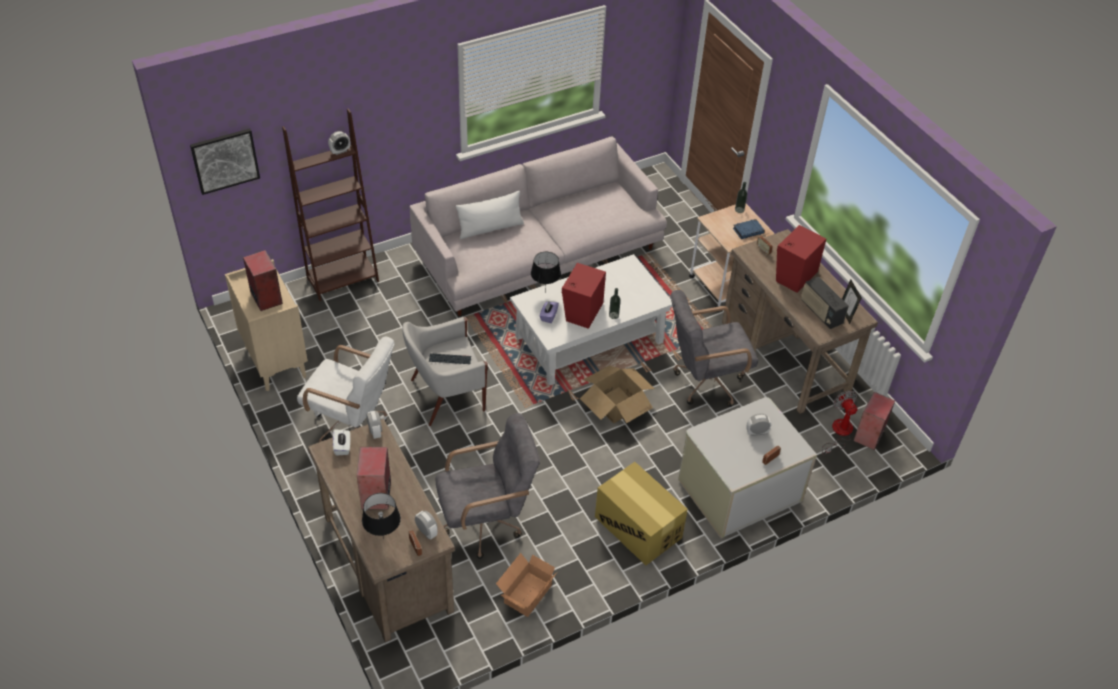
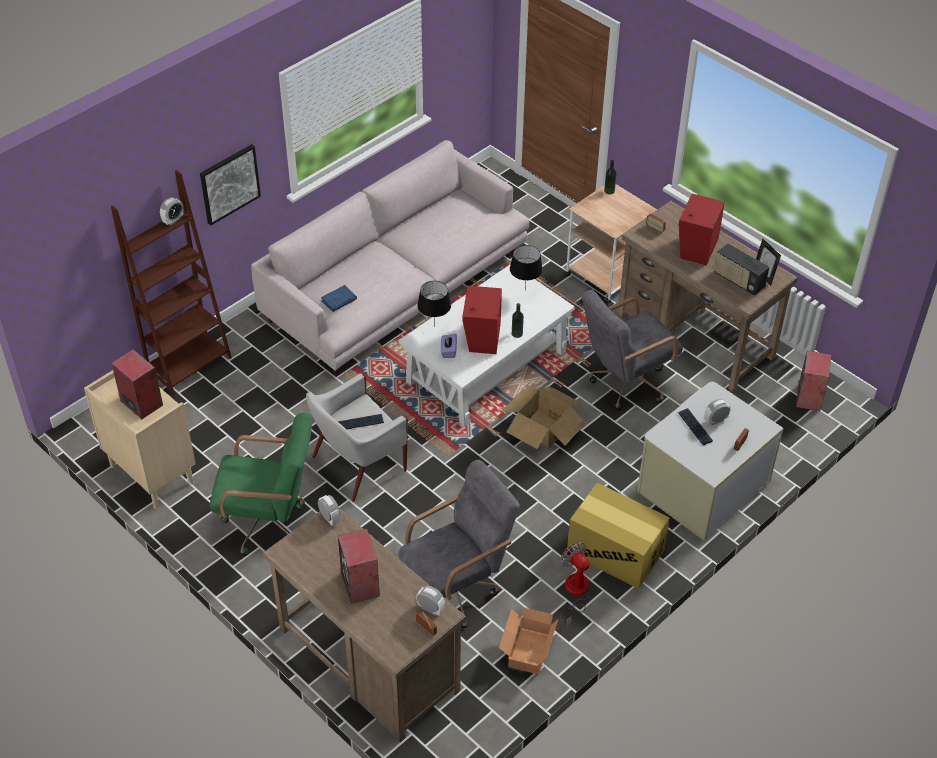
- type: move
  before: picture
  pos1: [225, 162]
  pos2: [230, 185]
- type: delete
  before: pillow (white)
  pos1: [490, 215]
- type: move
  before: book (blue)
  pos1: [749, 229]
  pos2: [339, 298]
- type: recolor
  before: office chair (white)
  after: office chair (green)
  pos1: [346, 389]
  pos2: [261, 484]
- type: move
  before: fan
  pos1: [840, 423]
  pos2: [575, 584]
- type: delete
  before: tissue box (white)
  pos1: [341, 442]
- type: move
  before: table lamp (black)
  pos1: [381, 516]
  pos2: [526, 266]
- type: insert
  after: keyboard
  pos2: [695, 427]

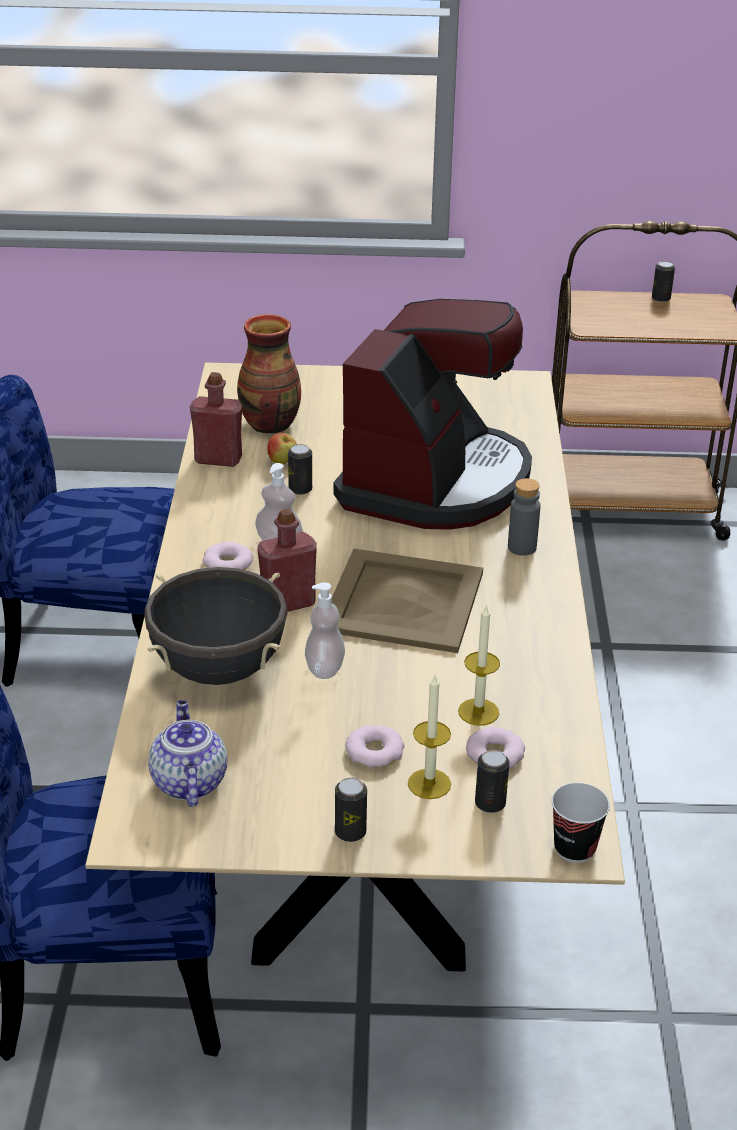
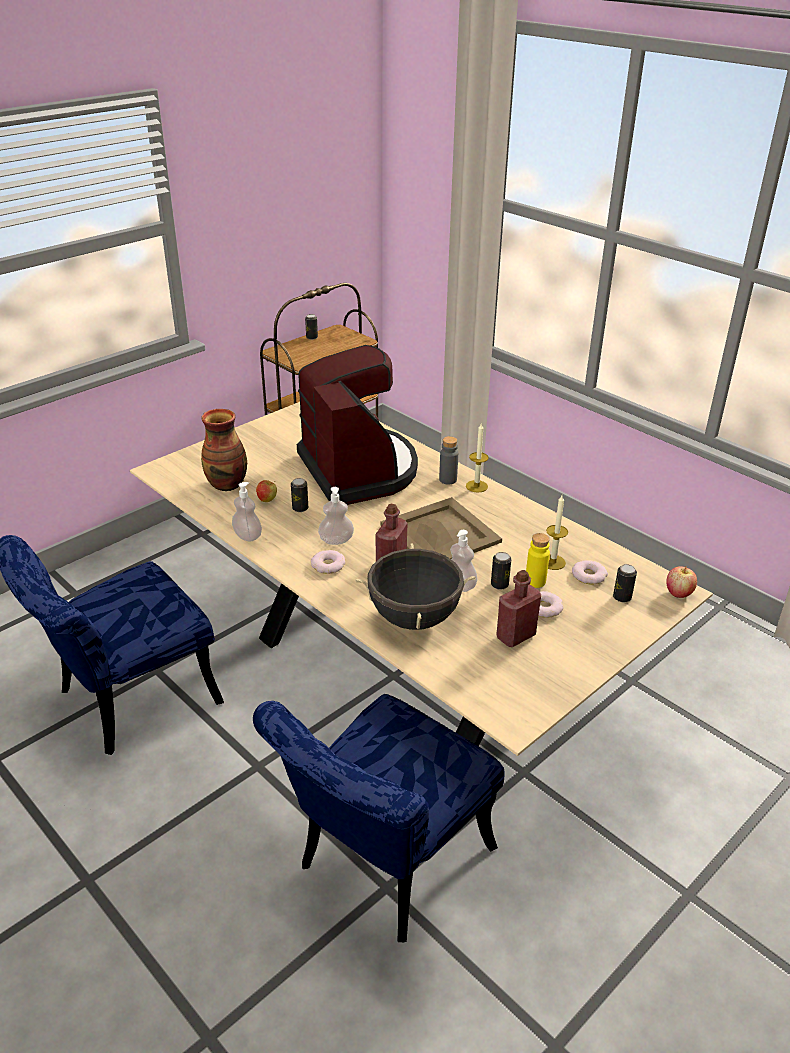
- type: move
  before: bottle (red)
  pos1: [216, 419]
  pos2: [519, 608]
- type: move
  before: candle
  pos1: [429, 737]
  pos2: [477, 458]
- type: delete
  before: teapot
  pos1: [188, 753]
- type: move
  before: can
  pos1: [351, 810]
  pos2: [501, 571]
- type: replace
  before: cup
  after: apple
  pos1: [581, 823]
  pos2: [681, 582]
- type: insert
  after: soap dispenser
  pos2: [247, 511]
- type: insert
  after: bottle (yellow)
  pos2: [538, 560]

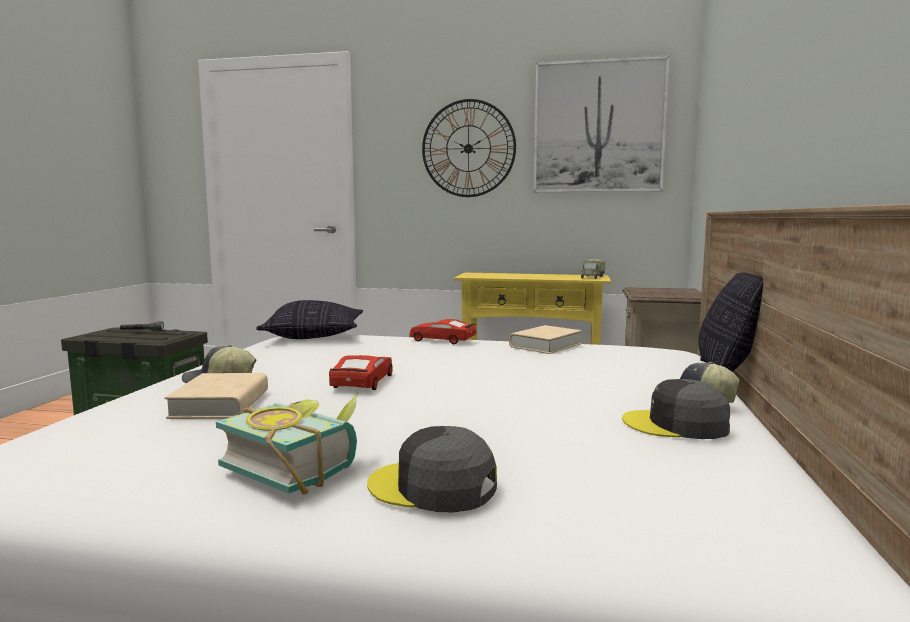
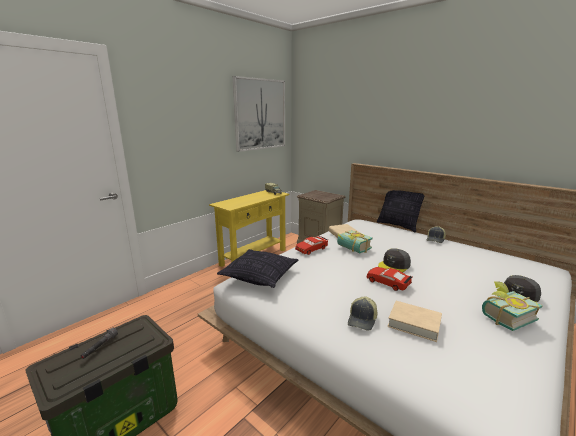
- type: delete
  before: wall clock
  pos1: [469, 148]
- type: move
  before: cap (grey)
  pos1: [676, 409]
  pos2: [394, 260]
- type: insert
  after: book
  pos2: [355, 241]

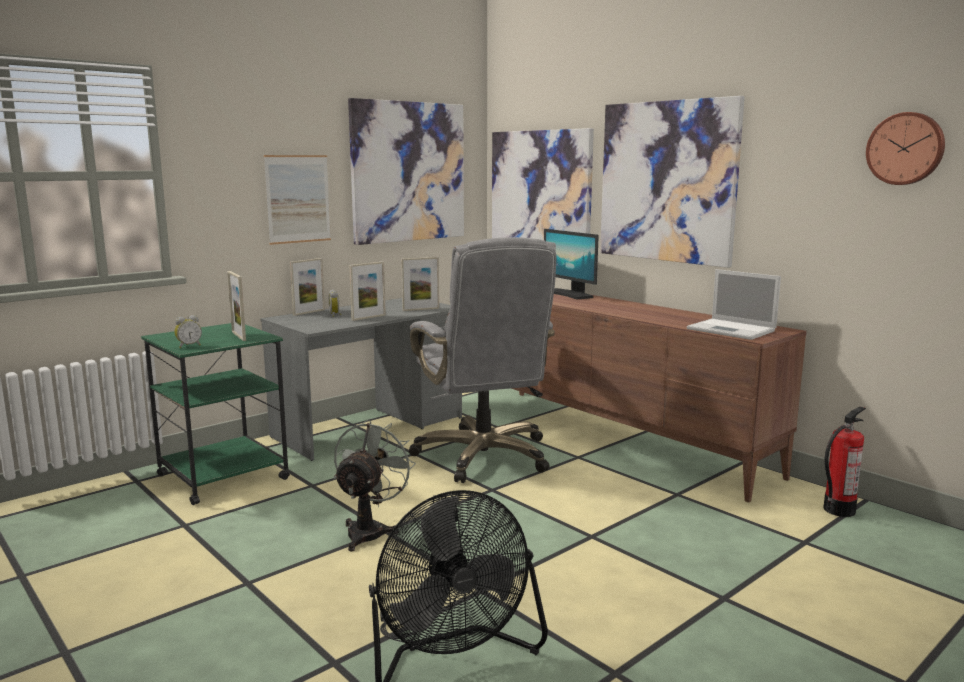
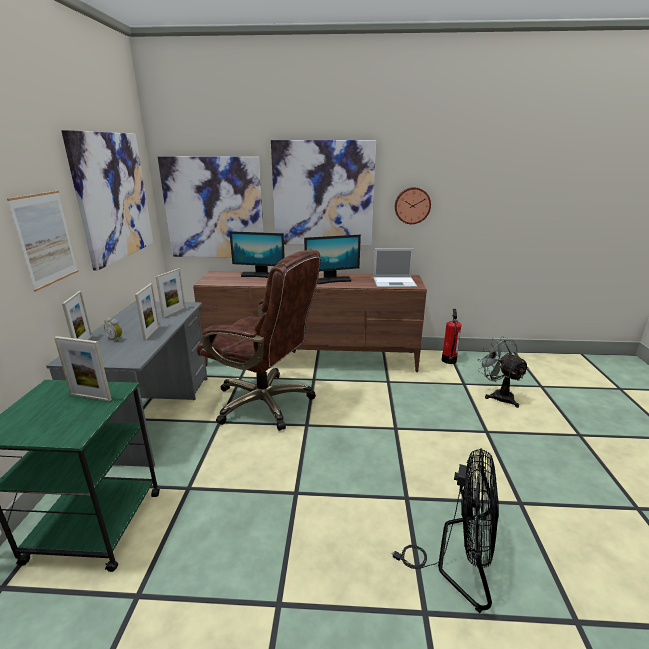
- type: move
  before: wall clock
  pos1: [905, 148]
  pos2: [413, 205]
- type: recolor
  before: office chair (grey)
  after: office chair (brown)
  pos1: [482, 360]
  pos2: [259, 340]
- type: delete
  before: alarm clock
  pos1: [188, 331]
- type: move
  before: fan (grey)
  pos1: [375, 485]
  pos2: [503, 372]
- type: insert
  after: monitor
  pos2: [332, 260]

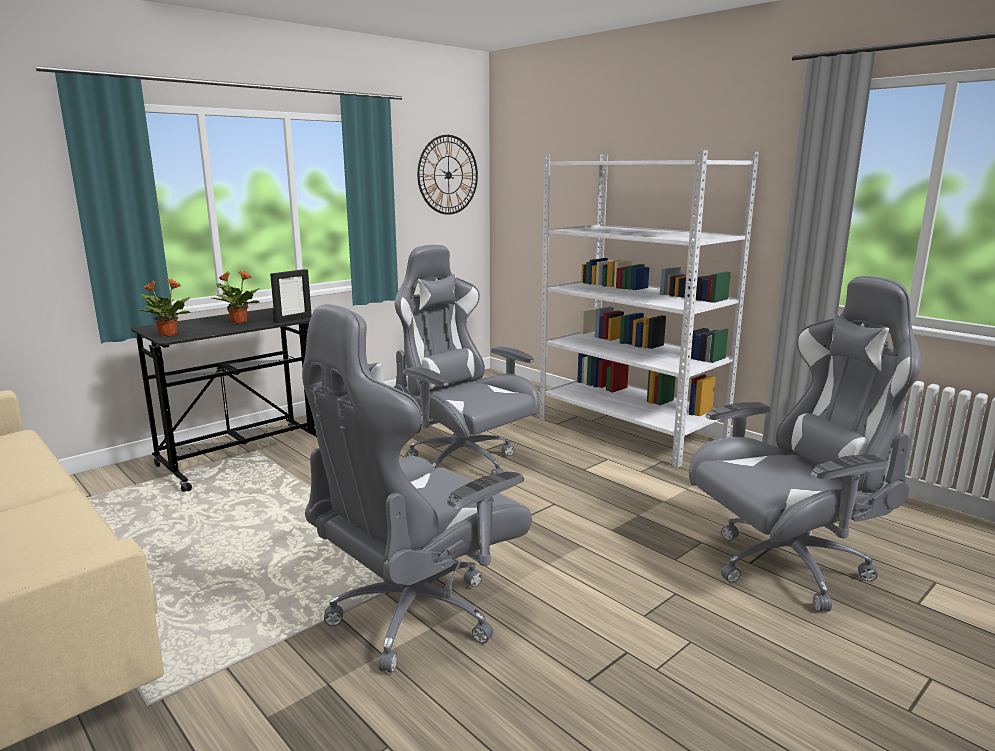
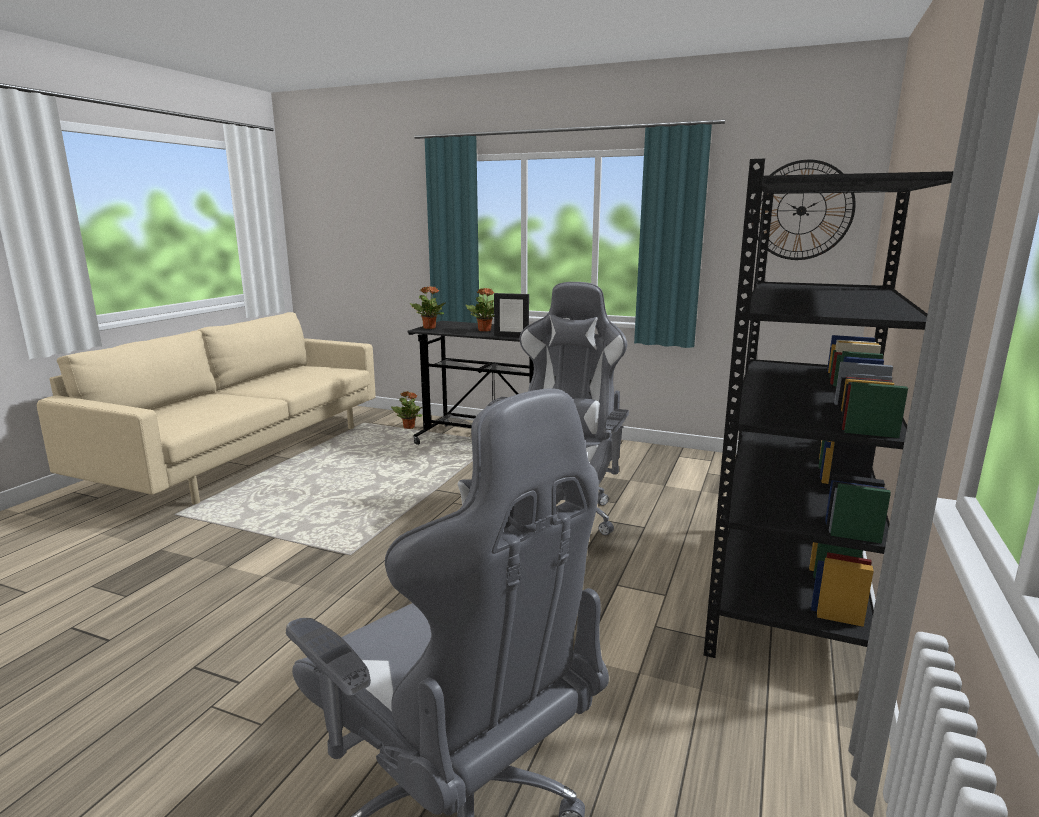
- type: recolor
  before: bookcase (white)
  after: bookcase (black)
  pos1: [649, 309]
  pos2: [828, 408]
- type: delete
  before: office chair (grey)
  pos1: [417, 488]
- type: insert
  after: potted plant
  pos2: [406, 410]

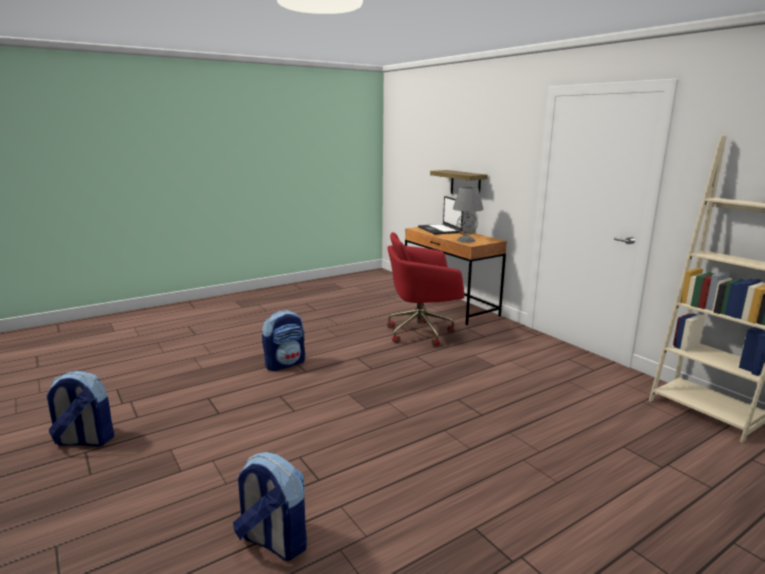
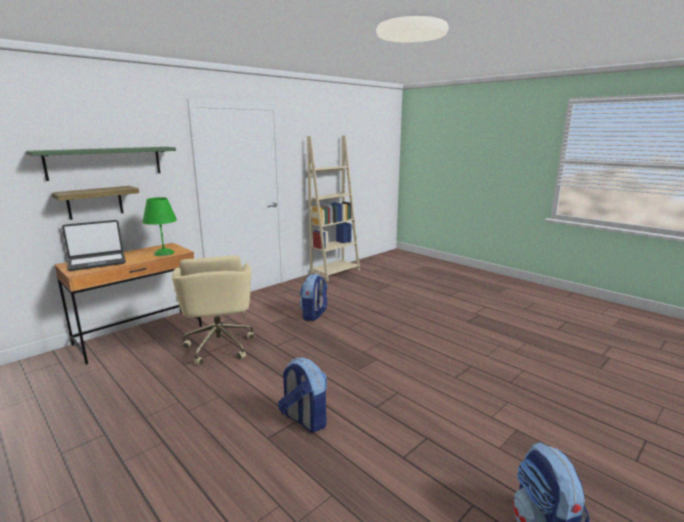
- type: recolor
  before: table lamp (grey)
  after: table lamp (green)
  pos1: [468, 215]
  pos2: [159, 226]
- type: recolor
  before: office chair (red)
  after: office chair (beige)
  pos1: [426, 289]
  pos2: [213, 310]
- type: move
  before: backpack
  pos1: [270, 506]
  pos2: [314, 297]
- type: insert
  after: shelf (green)
  pos2: [101, 164]

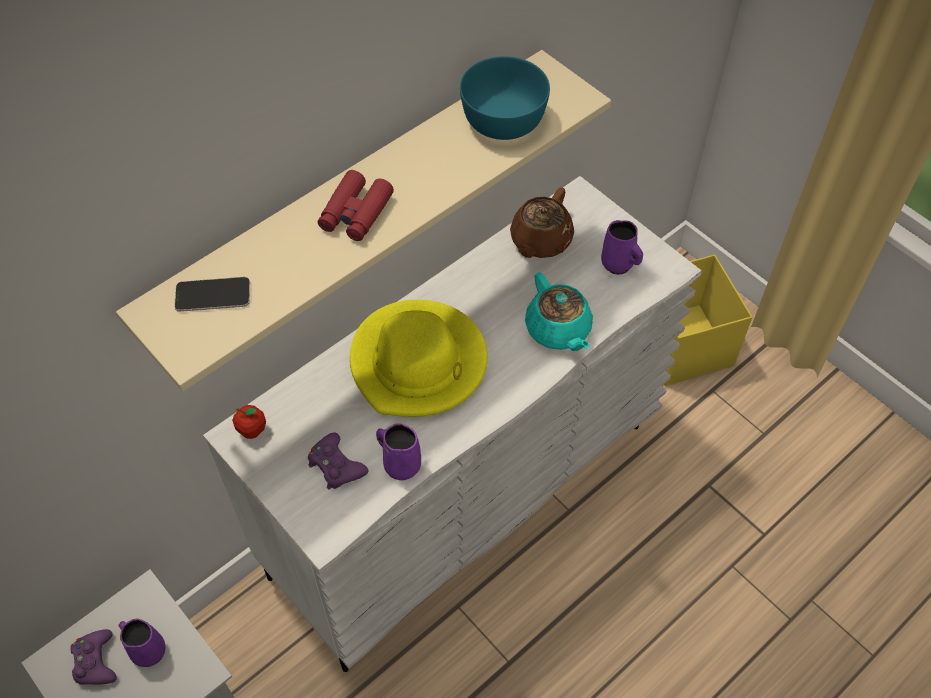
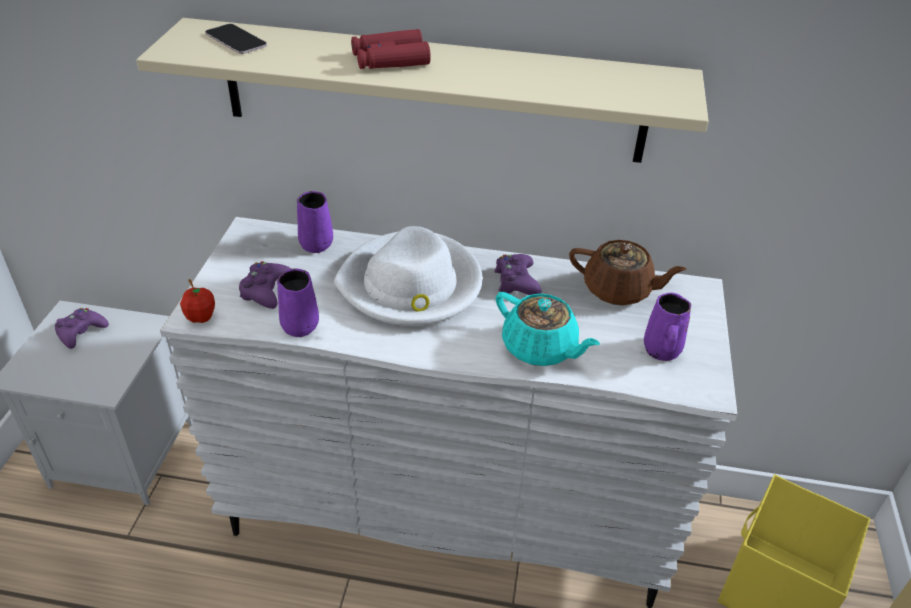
- type: delete
  before: bowl (turquoise)
  pos1: [505, 98]
- type: rotate
  before: teapot (brown)
  pos1: [542, 222]
  pos2: [628, 272]
  turn: -150
- type: rotate
  before: teapot (turquoise)
  pos1: [559, 311]
  pos2: [548, 329]
  turn: -75
- type: recolor
  before: hat (yellow)
  after: hat (white)
  pos1: [419, 358]
  pos2: [408, 276]
- type: move
  before: apple
  pos1: [249, 422]
  pos2: [197, 301]
- type: move
  before: mug (purple)
  pos1: [142, 642]
  pos2: [315, 222]
- type: insert
  after: game controller (purple)
  pos2: [518, 274]

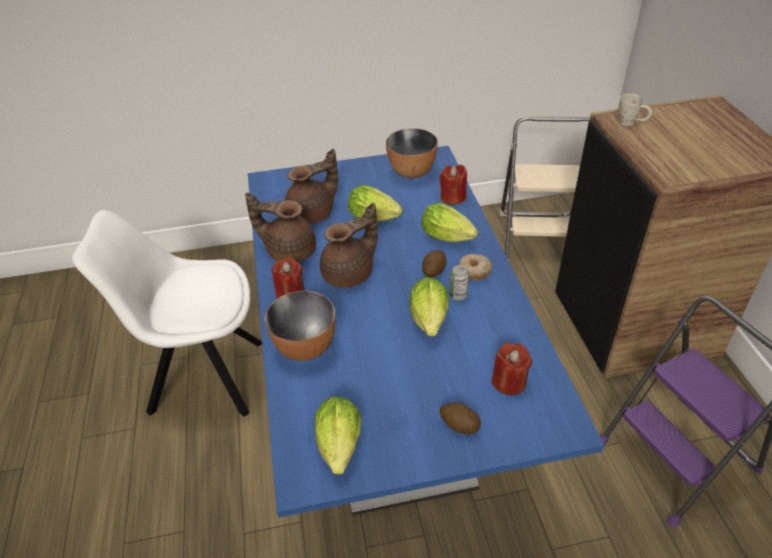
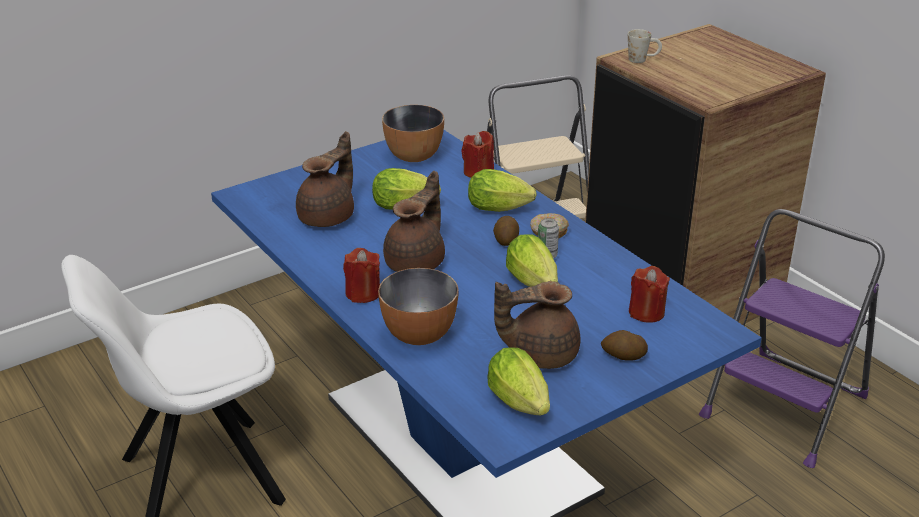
- type: move
  before: teapot (brown)
  pos1: [280, 227]
  pos2: [537, 325]

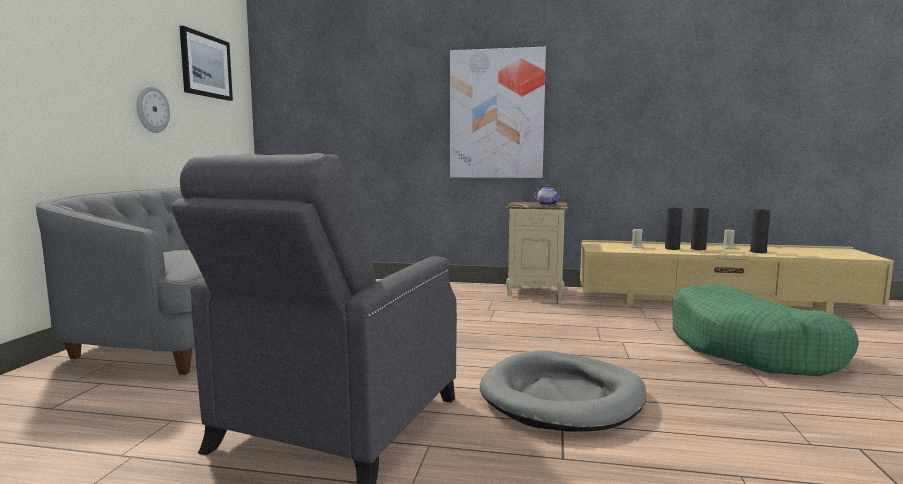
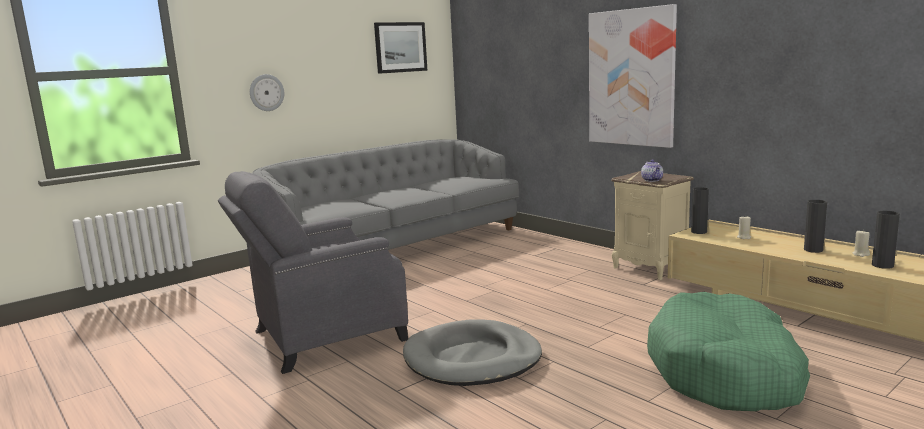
- type: move
  before: wall clock
  pos1: [153, 109]
  pos2: [267, 92]
- type: move
  before: vase (black)
  pos1: [673, 229]
  pos2: [700, 210]

